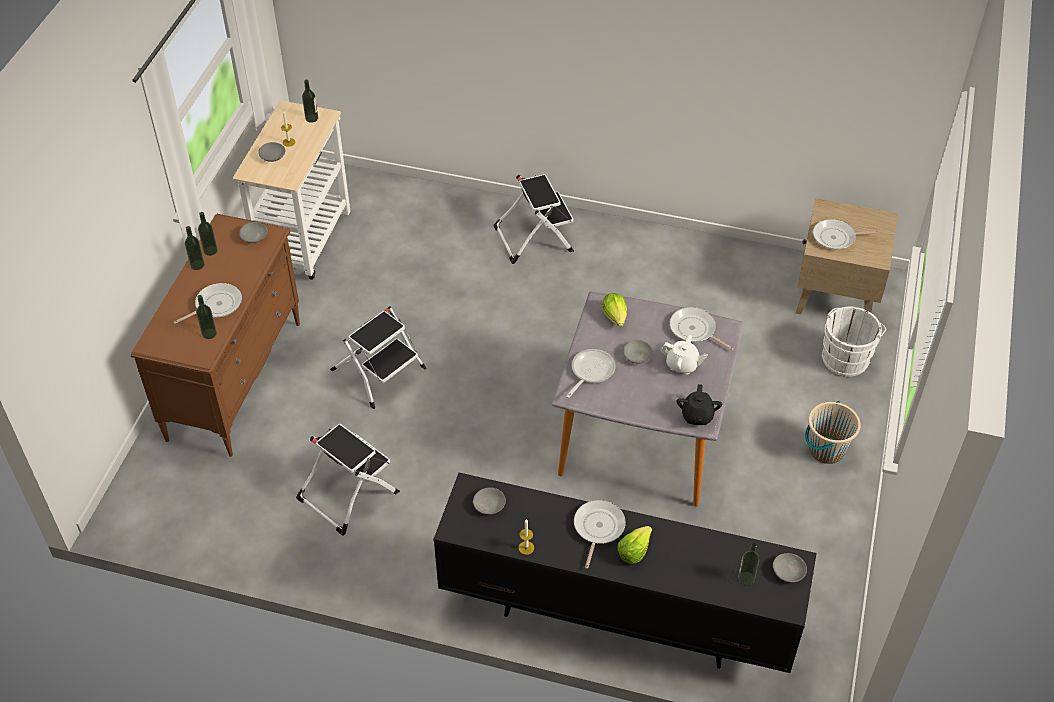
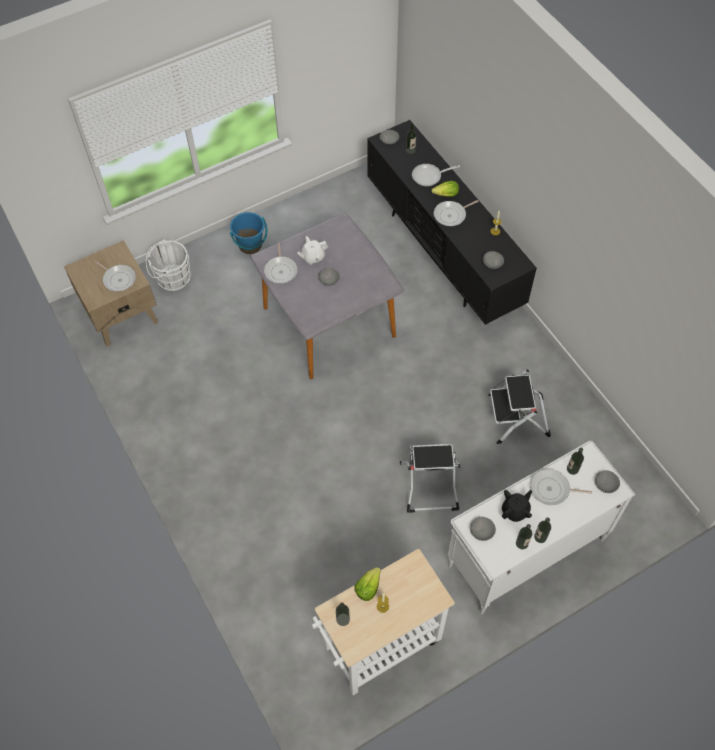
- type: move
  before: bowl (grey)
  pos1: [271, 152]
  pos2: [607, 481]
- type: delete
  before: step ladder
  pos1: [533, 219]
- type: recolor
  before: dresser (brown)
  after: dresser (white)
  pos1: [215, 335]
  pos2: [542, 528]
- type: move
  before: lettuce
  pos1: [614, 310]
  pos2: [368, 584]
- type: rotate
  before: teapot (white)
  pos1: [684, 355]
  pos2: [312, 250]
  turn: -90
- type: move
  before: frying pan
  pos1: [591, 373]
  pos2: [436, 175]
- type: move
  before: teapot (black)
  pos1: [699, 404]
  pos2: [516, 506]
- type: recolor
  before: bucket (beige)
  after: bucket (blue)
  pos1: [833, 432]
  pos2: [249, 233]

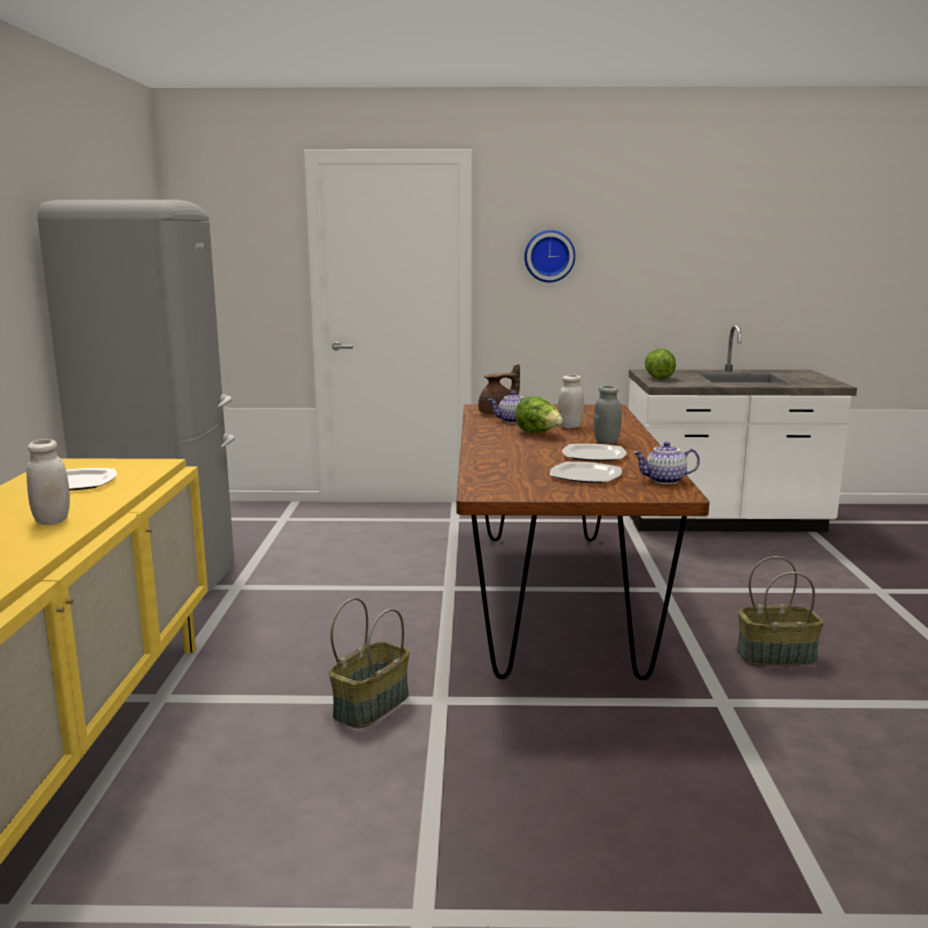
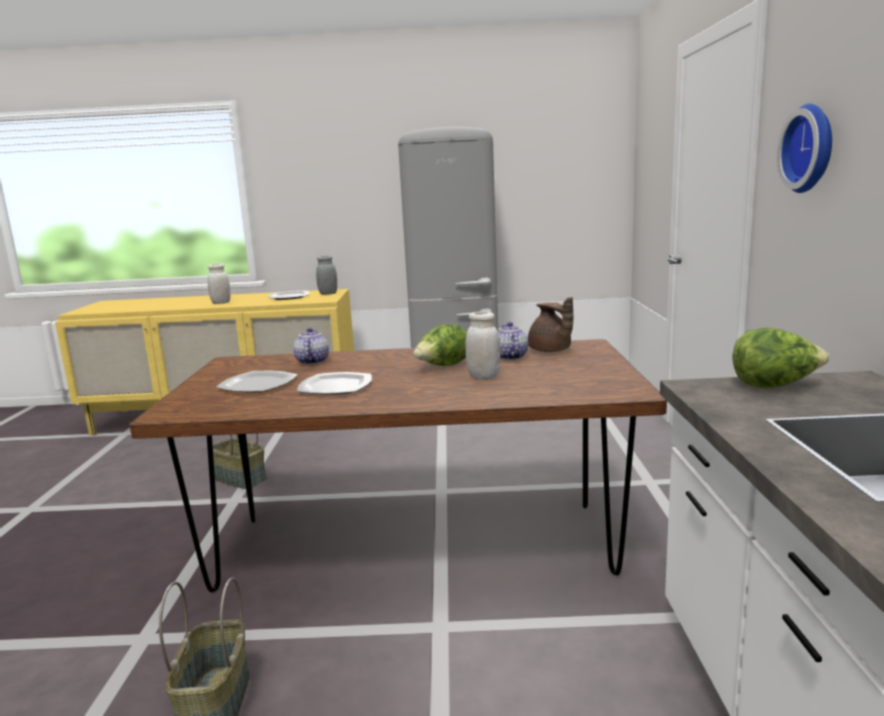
- type: move
  before: jar (grey)
  pos1: [608, 415]
  pos2: [326, 275]
- type: move
  before: teapot
  pos1: [666, 463]
  pos2: [311, 346]

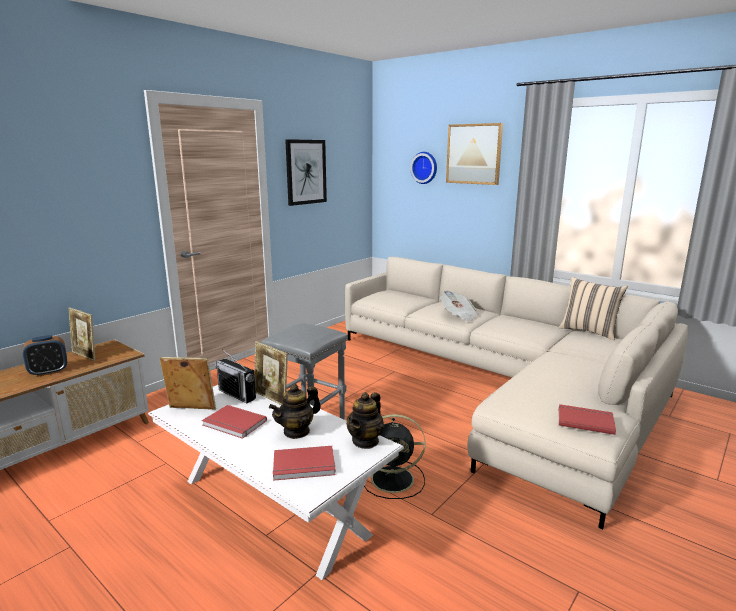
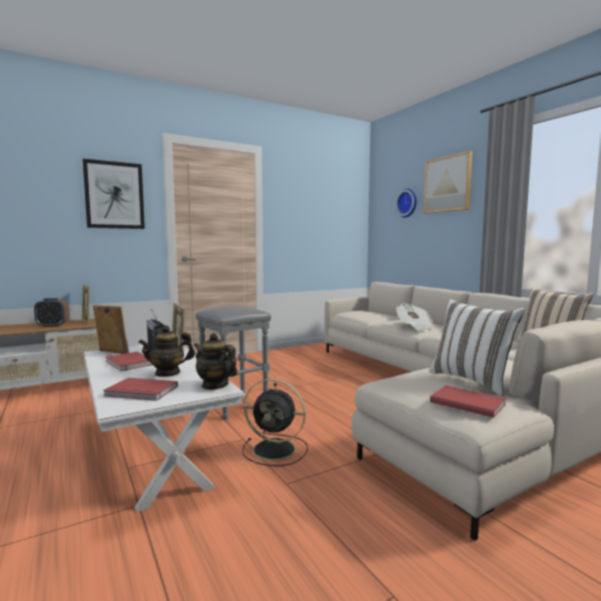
- type: move
  before: picture
  pos1: [306, 172]
  pos2: [114, 194]
- type: rotate
  before: teapot
  pos1: [365, 420]
  pos2: [215, 361]
  turn: 75
- type: insert
  after: pillow (white)
  pos2: [477, 347]

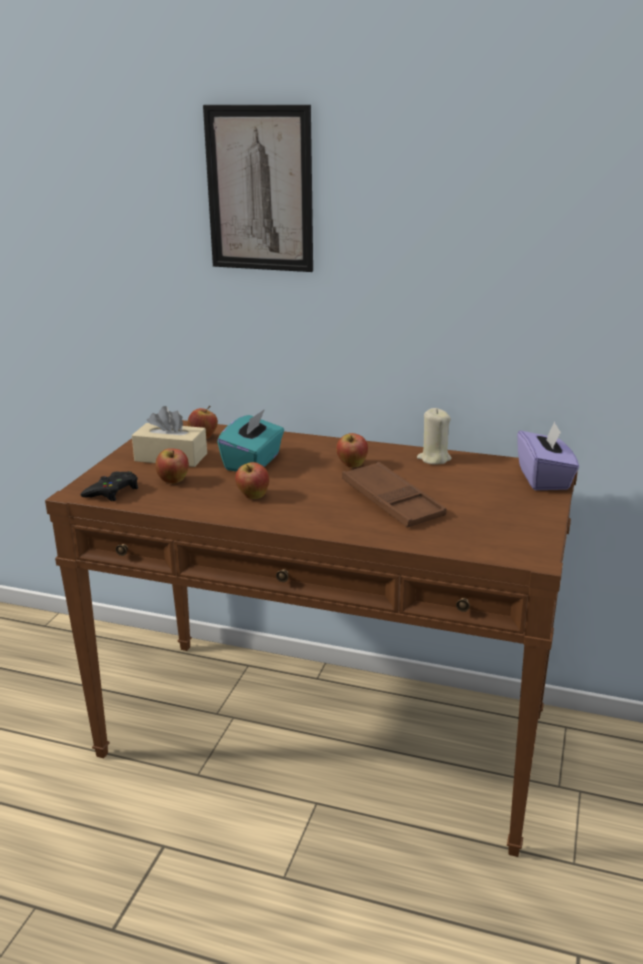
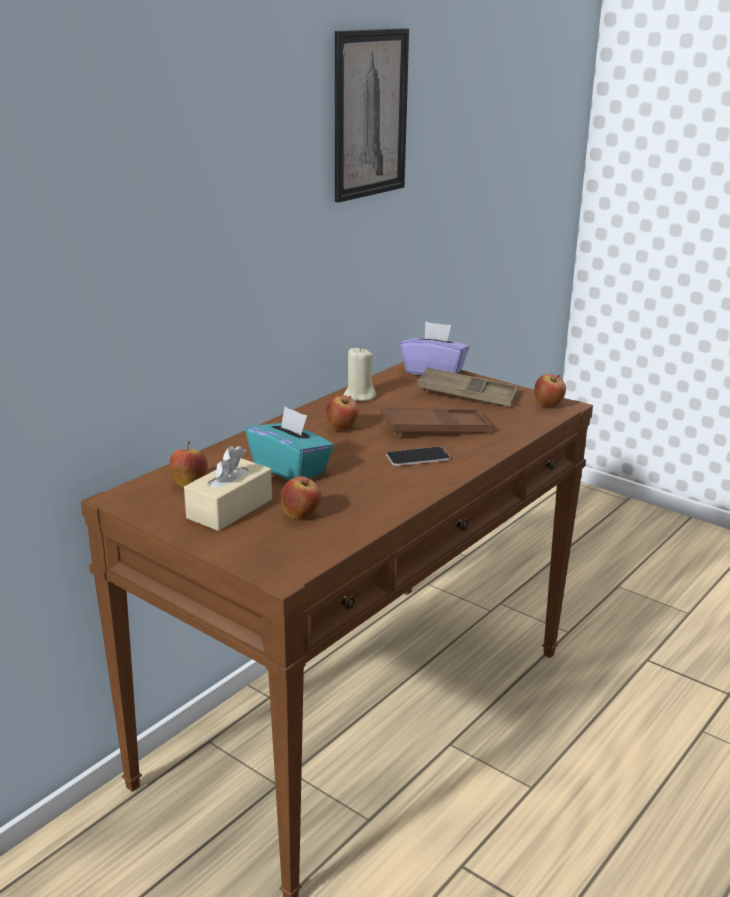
- type: move
  before: picture
  pos1: [258, 188]
  pos2: [372, 115]
- type: move
  before: apple
  pos1: [252, 480]
  pos2: [550, 390]
- type: delete
  before: game controller (black)
  pos1: [109, 486]
- type: insert
  after: tray (brown)
  pos2: [467, 387]
- type: insert
  after: phone
  pos2: [418, 456]

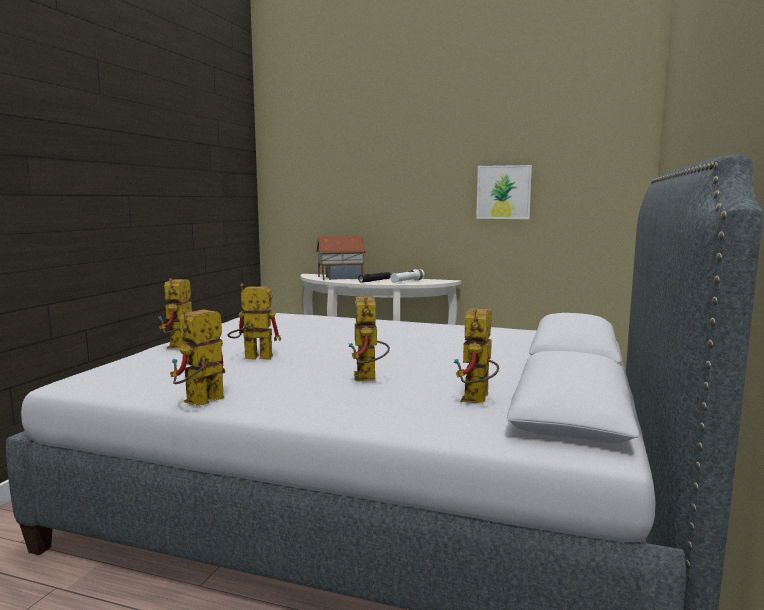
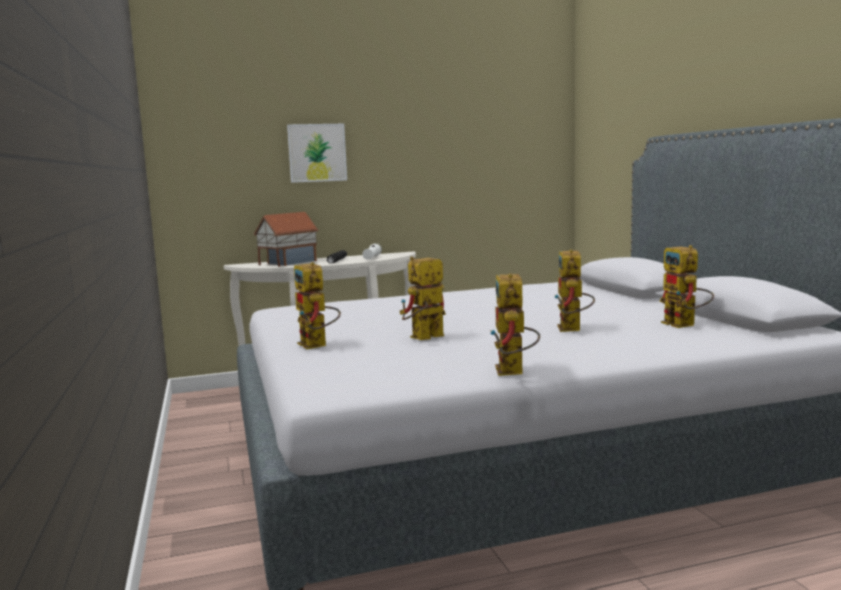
- type: move
  before: picture
  pos1: [504, 192]
  pos2: [317, 153]
- type: rotate
  before: toy robot
  pos1: [369, 338]
  pos2: [574, 290]
  turn: 45

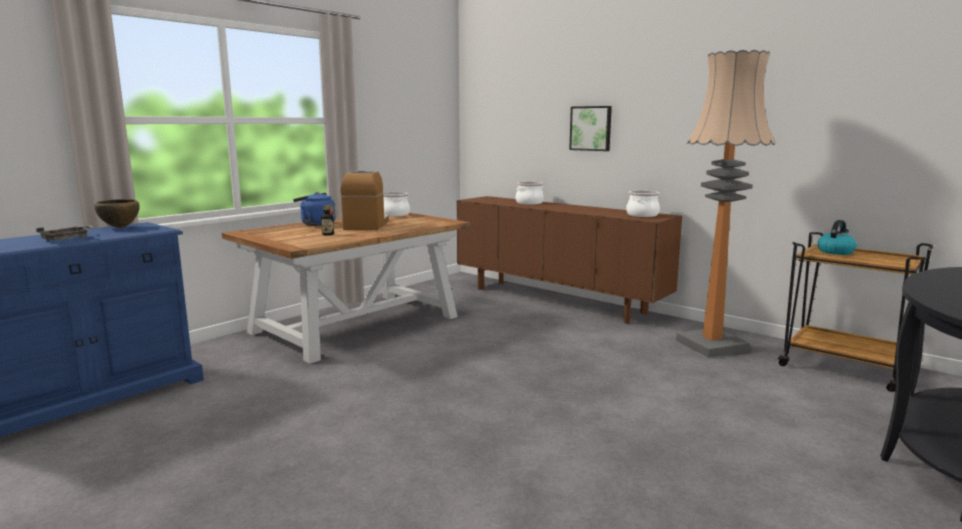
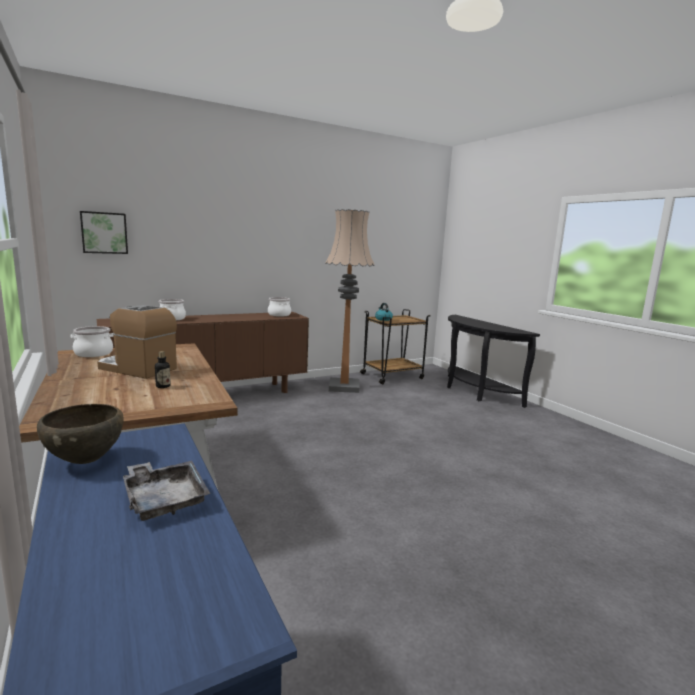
- type: move
  before: picture
  pos1: [590, 128]
  pos2: [104, 232]
- type: delete
  before: kettle (blue)
  pos1: [314, 209]

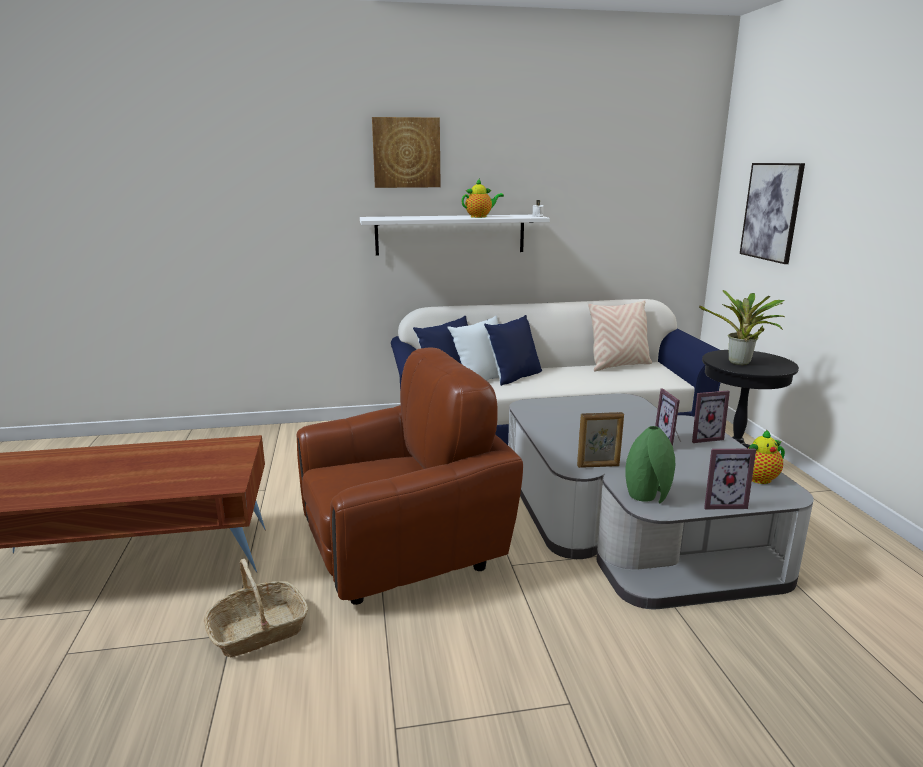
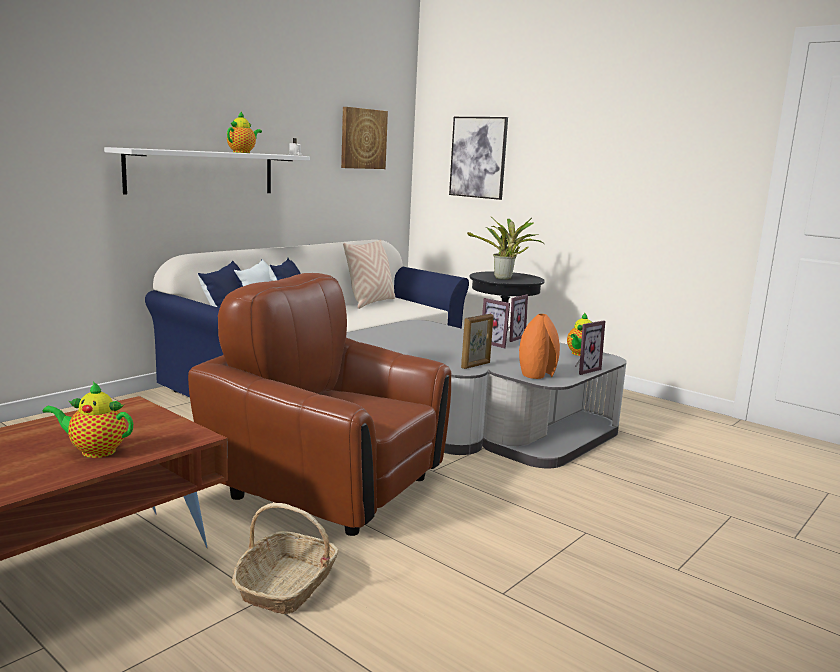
- type: move
  before: picture
  pos1: [406, 152]
  pos2: [364, 138]
- type: rotate
  before: armchair (brown)
  pos1: [409, 476]
  pos2: [319, 404]
  turn: -90
- type: recolor
  before: vase (green)
  after: vase (orange)
  pos1: [650, 464]
  pos2: [539, 346]
- type: insert
  after: teapot
  pos2: [88, 420]

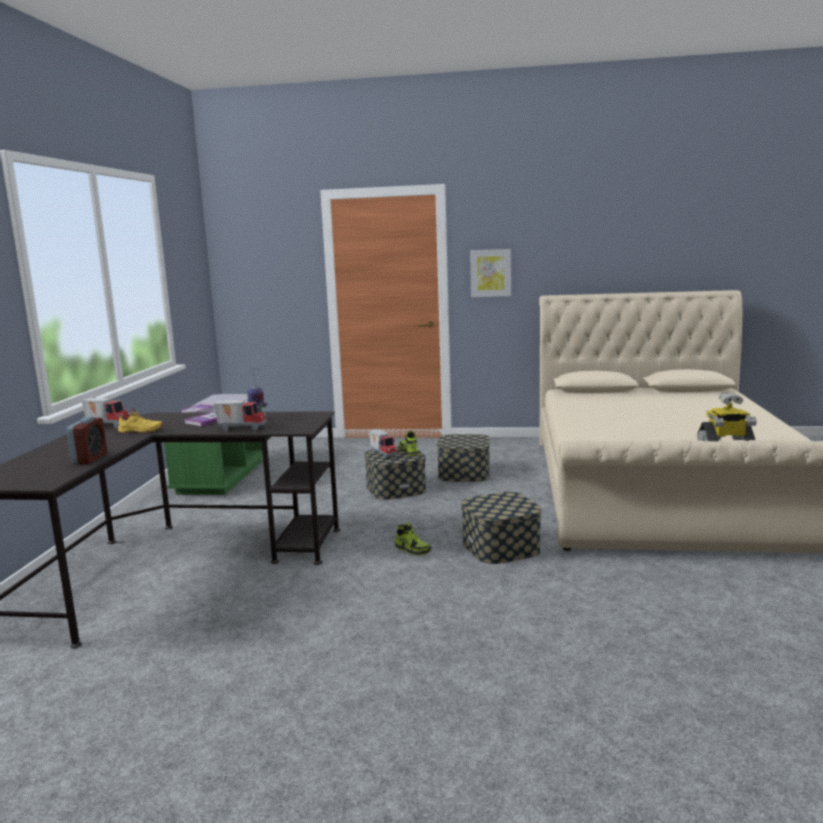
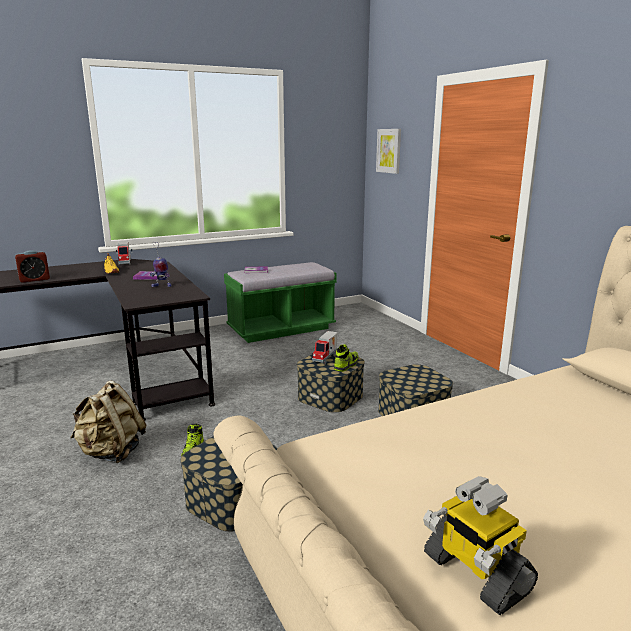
- type: move
  before: picture
  pos1: [490, 273]
  pos2: [388, 151]
- type: delete
  before: toy truck
  pos1: [240, 415]
- type: insert
  after: backpack (beige)
  pos2: [108, 421]

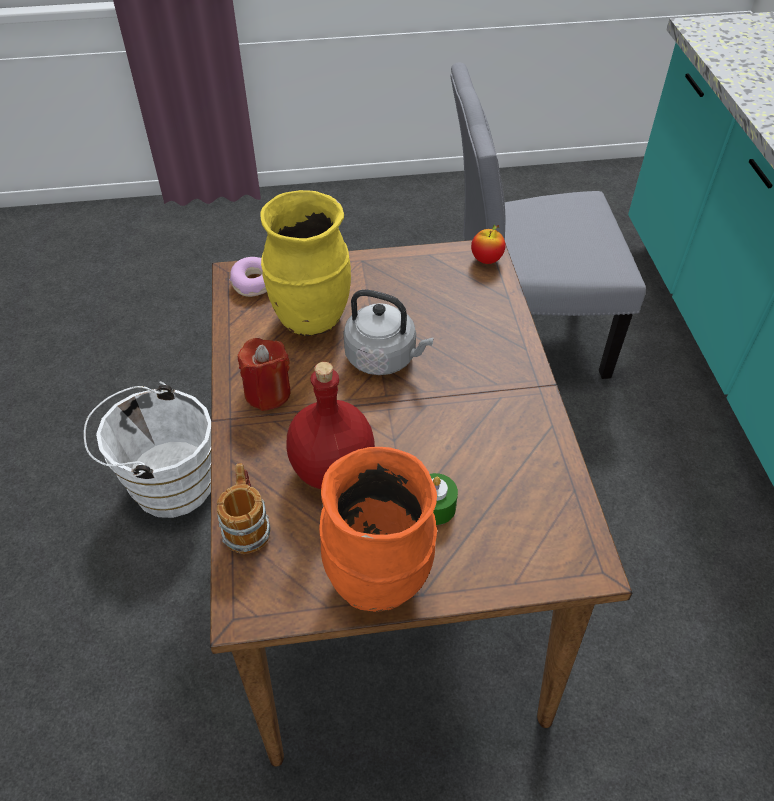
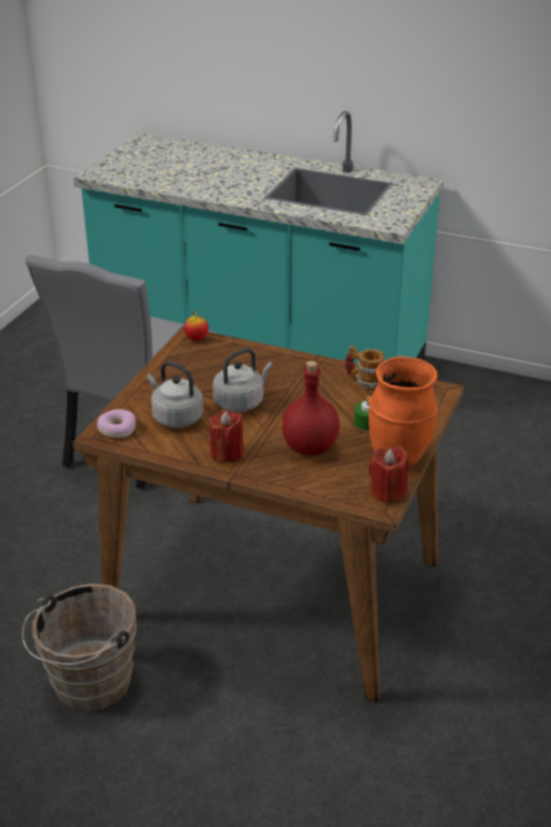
- type: replace
  before: vase (yellow)
  after: kettle (grey)
  pos1: [305, 263]
  pos2: [175, 394]
- type: recolor
  before: bucket (white)
  after: bucket (brown)
  pos1: [147, 449]
  pos2: [79, 647]
- type: move
  before: mug
  pos1: [244, 508]
  pos2: [364, 368]
- type: insert
  after: candle (red)
  pos2: [388, 474]

